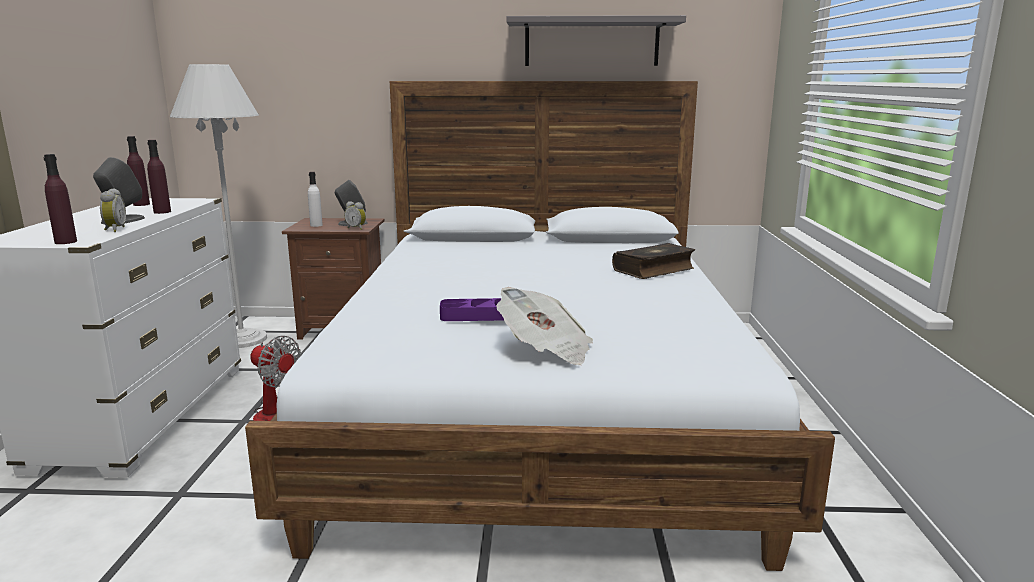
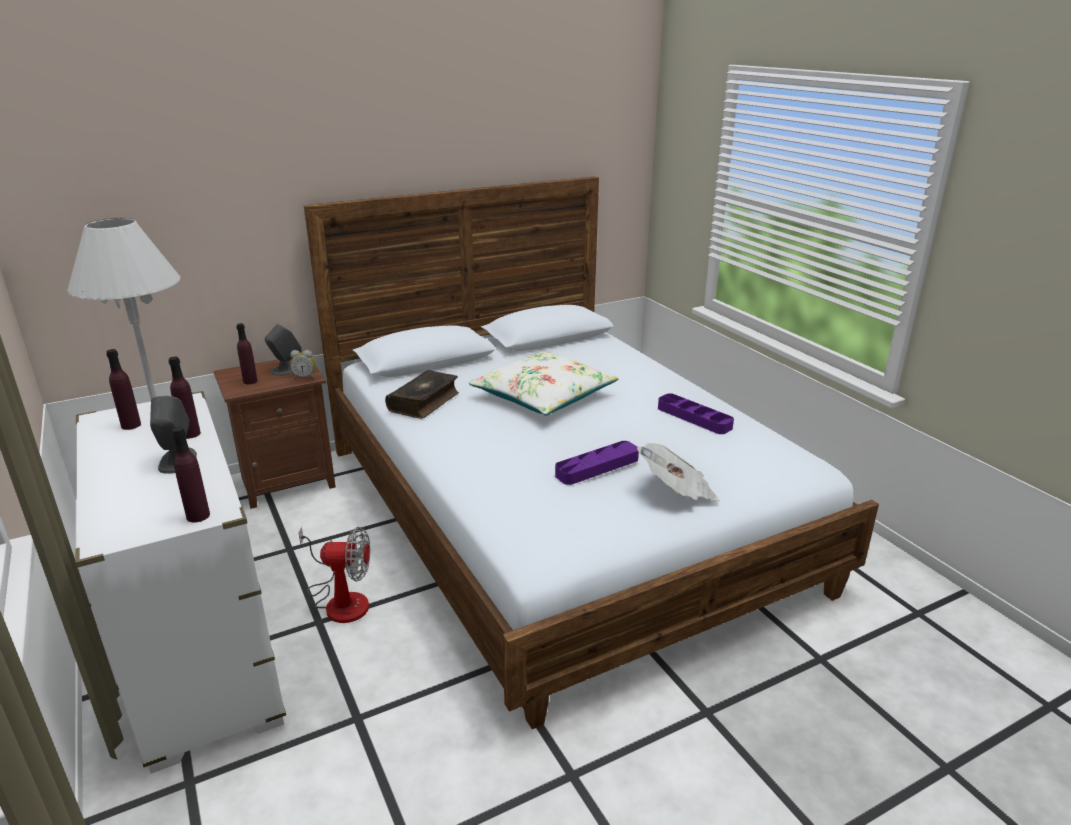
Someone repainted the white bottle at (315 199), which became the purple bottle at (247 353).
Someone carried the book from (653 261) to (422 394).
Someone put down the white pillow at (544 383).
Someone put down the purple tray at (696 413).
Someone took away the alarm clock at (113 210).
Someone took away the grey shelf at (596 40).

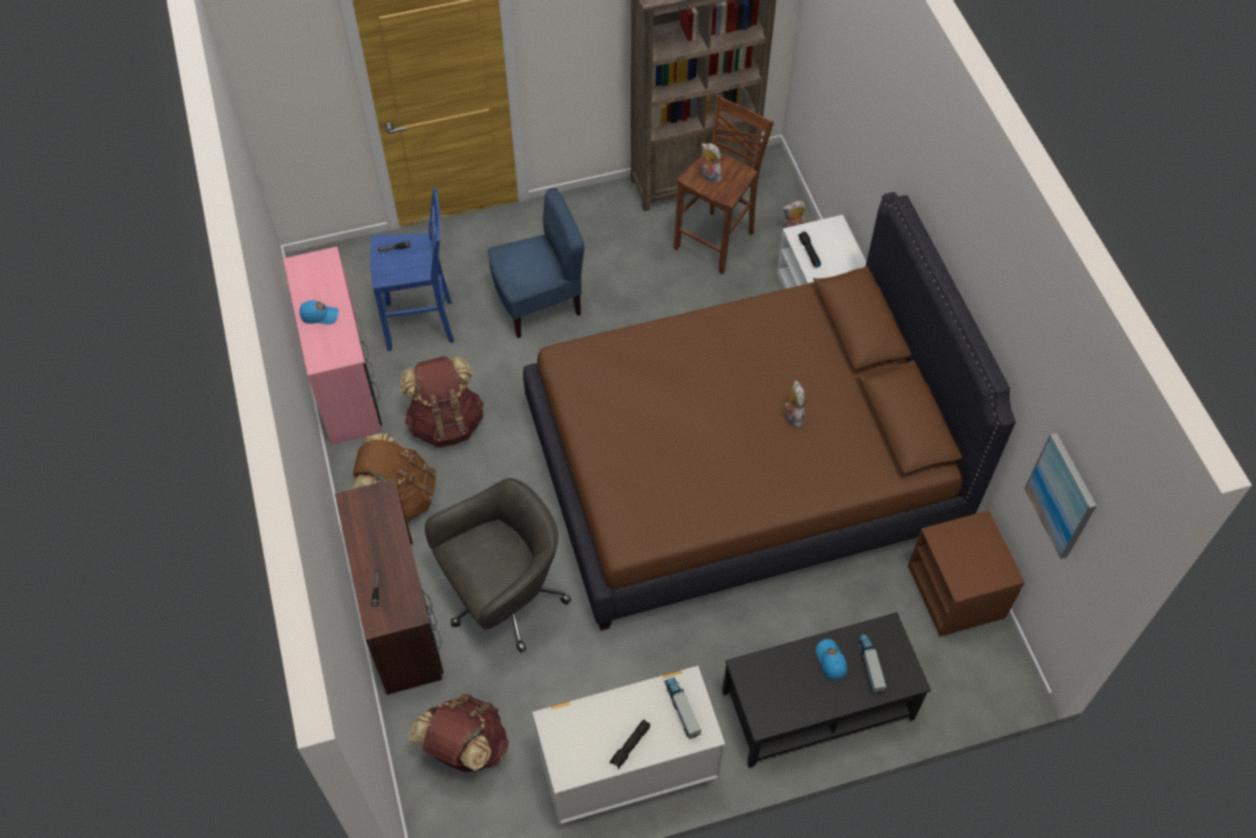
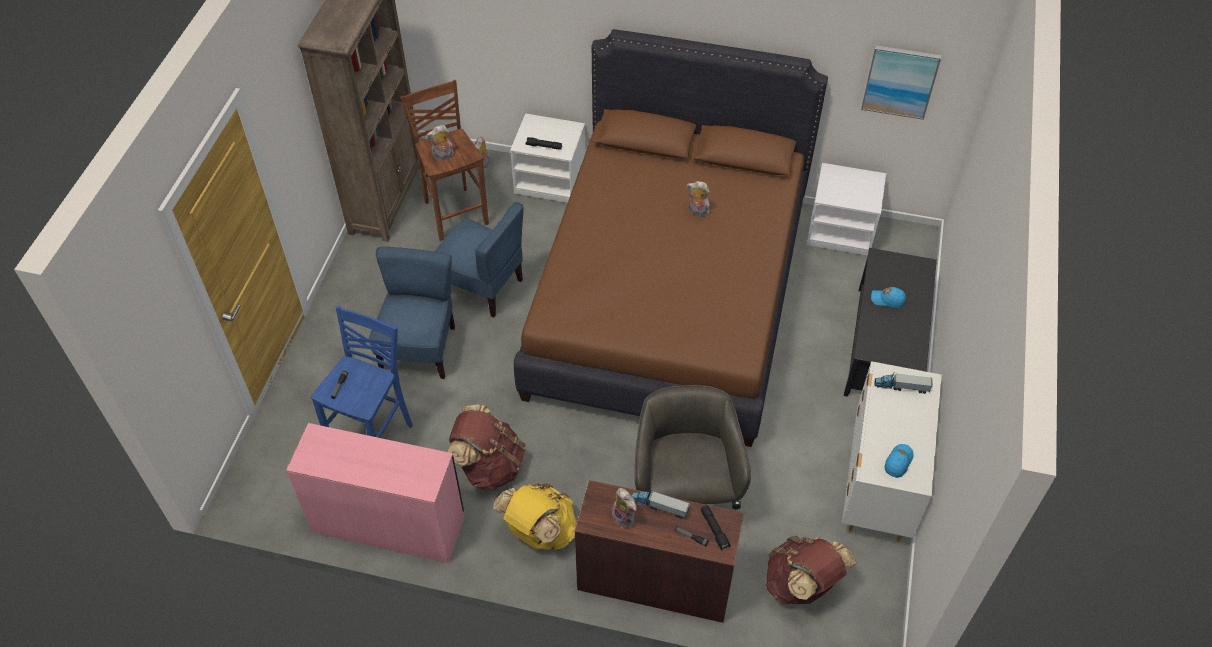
Someone put down the blue chair at (479 260).
Someone repainted the brown backpack at (394 478), which became the yellow backpack at (534 516).
Someone put down the plush toy at (624 508).
Someone carried the toy truck from (872 664) to (661 504).
Someone carried the black flashlight from (630 744) to (716 527).
Someone repainted the brown nightstand at (966 573), which became the white nightstand at (846 209).
Someone carried the blue cap from (319 312) to (899 461).

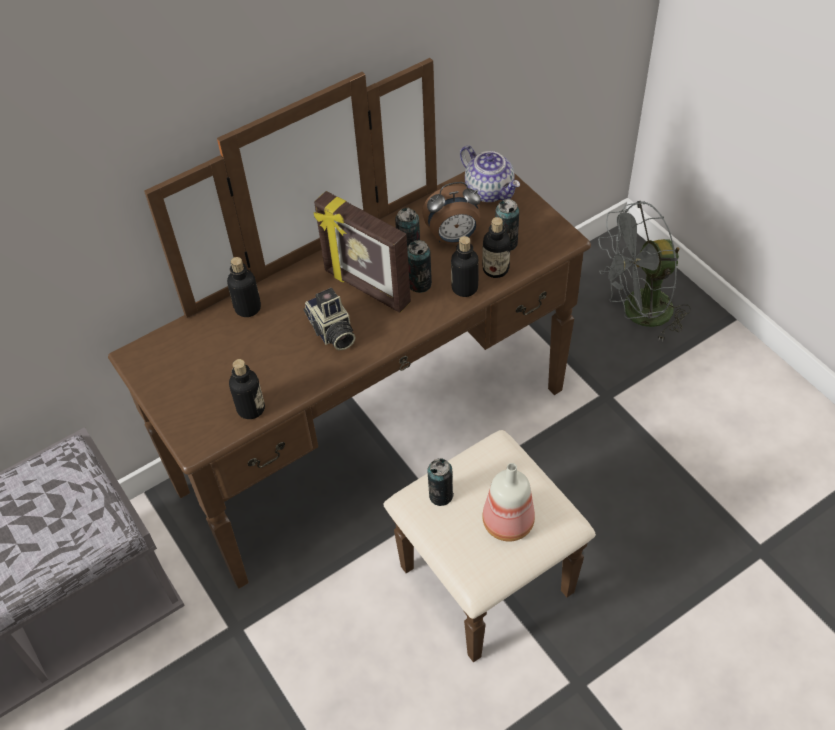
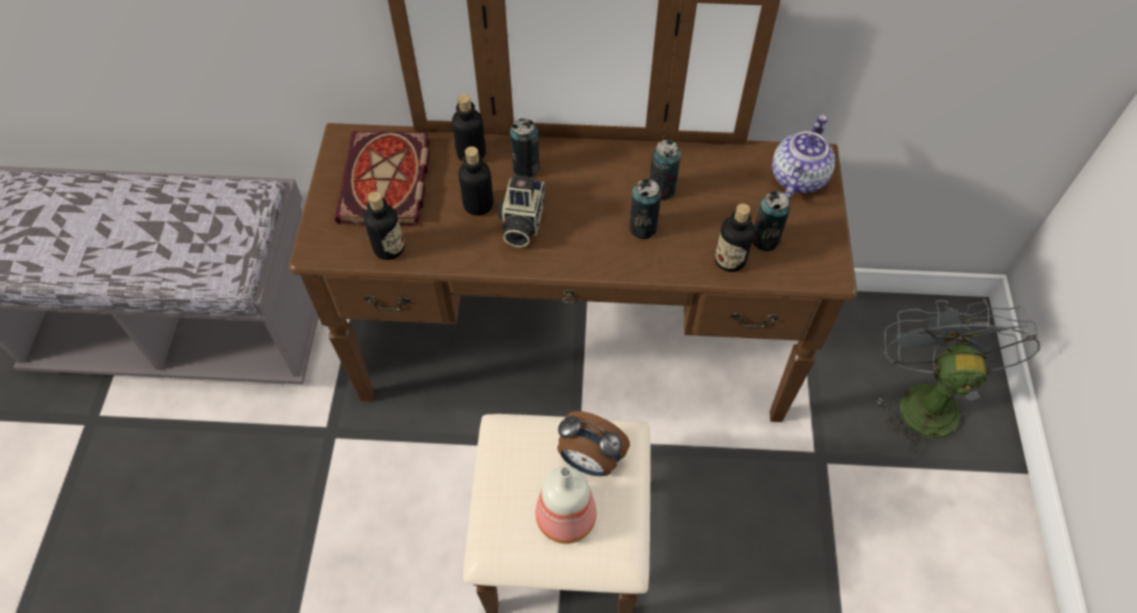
Someone put down the book at (382 178).
Someone carried the bottle from (465 266) to (476 181).
Someone carried the can from (440 482) to (525 147).
Someone carried the alarm clock from (451 213) to (593 443).
Someone rotated the teapot at (490 173) by 150 degrees counterclockwise.
Someone rotated the grey fan at (644 271) by 75 degrees clockwise.
Someone took away the picture frame at (362 252).

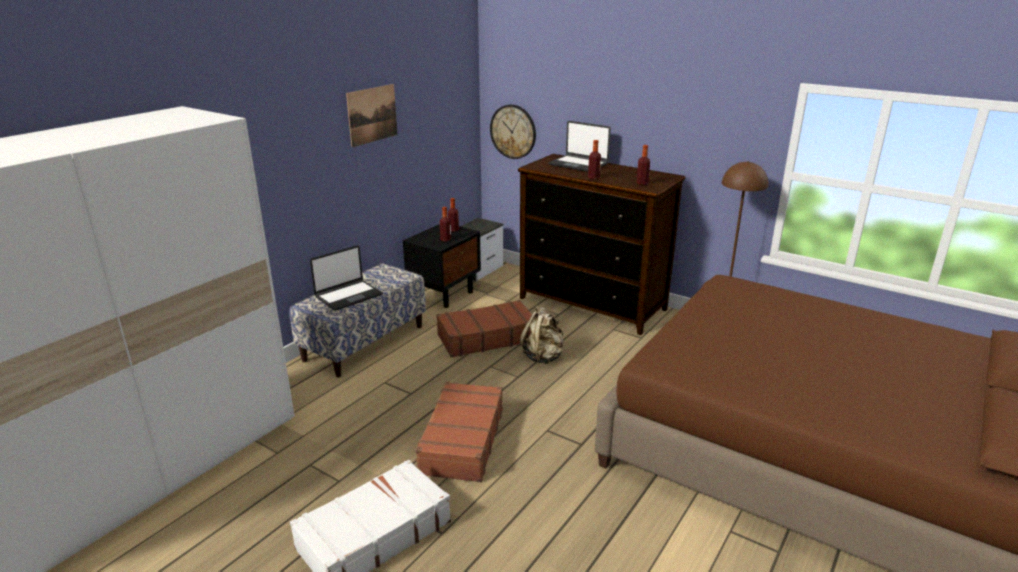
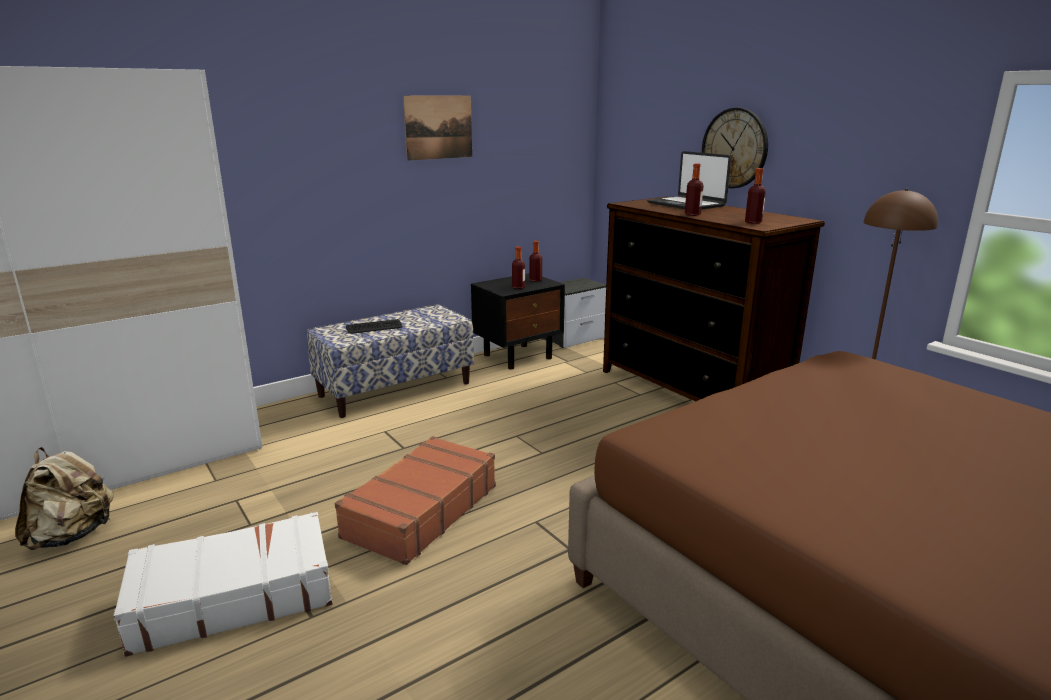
Someone carried the beige backpack from (541 335) to (64 498).
Someone swapped the laptop at (346 277) for the keyboard at (374 326).
Someone carried the wall clock from (513 132) to (735 148).
Someone took away the brown suitcase at (484 329).

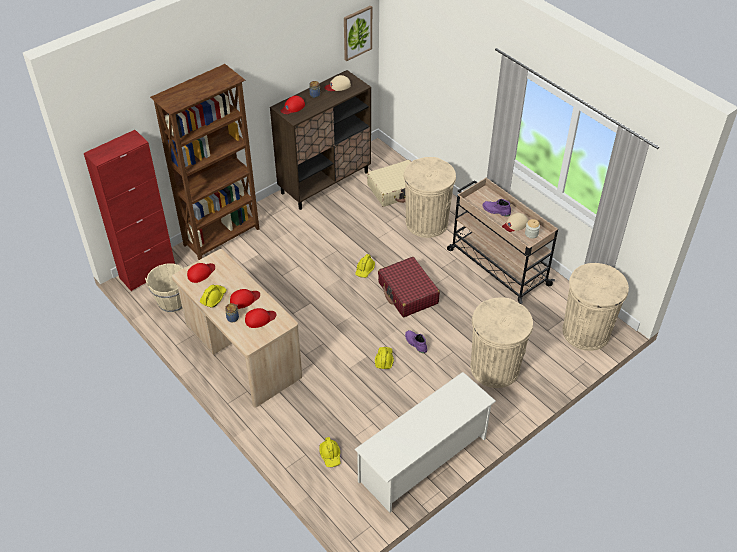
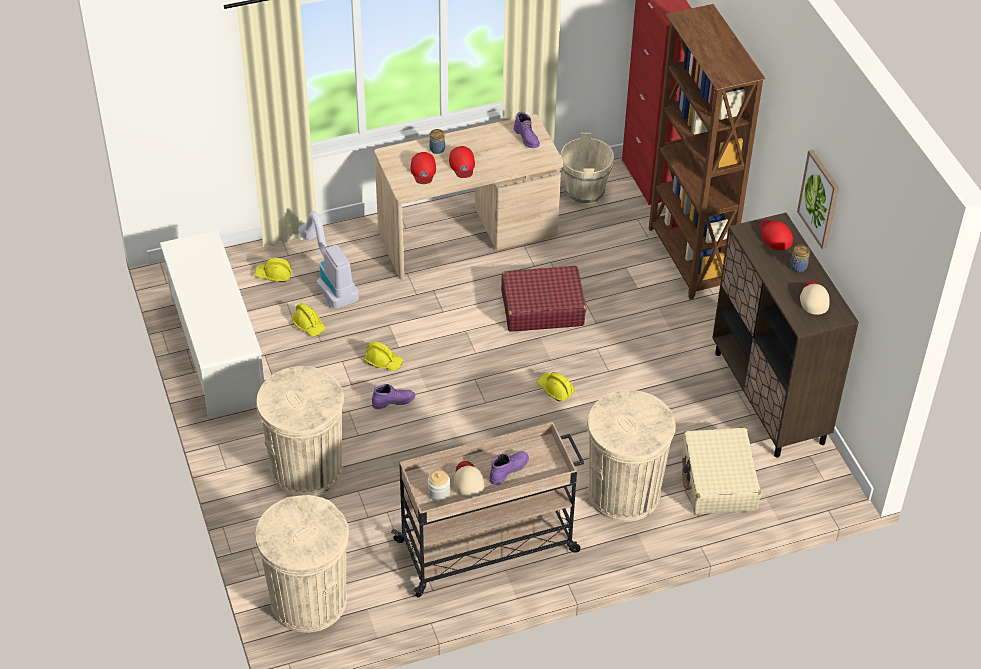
Someone carried the yellow hard hat from (213 296) to (308 319).
Someone put down the vacuum cleaner at (329 260).
Someone carried the red suitcase from (409 287) to (543 299).
Someone swapped the red cap at (201 273) for the purple boot at (527 130).
Someone carried the picture from (358 33) to (818 199).

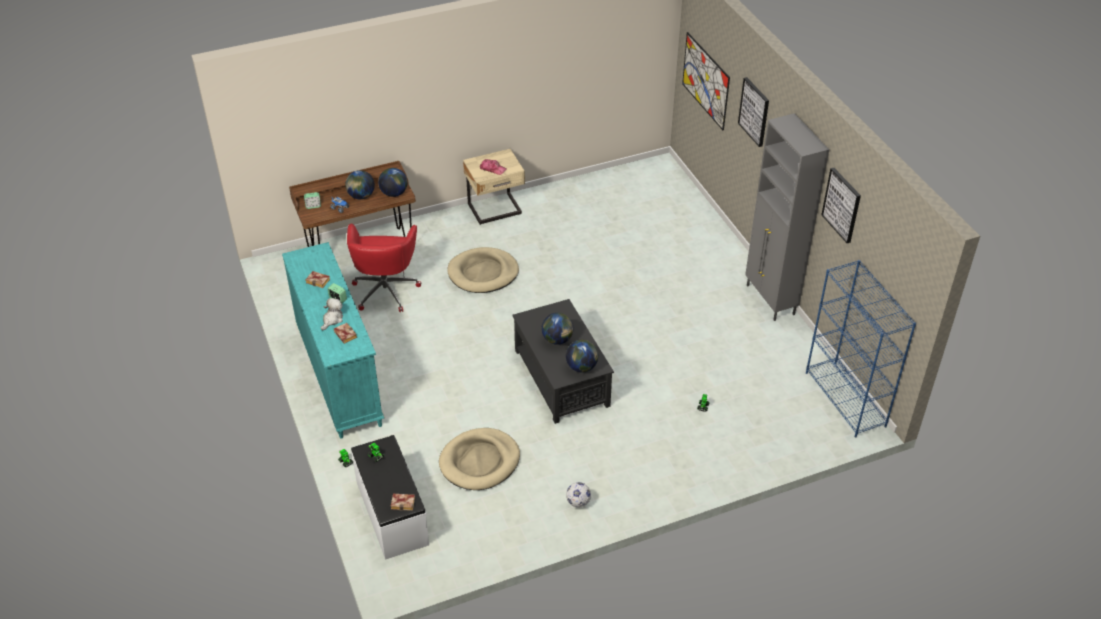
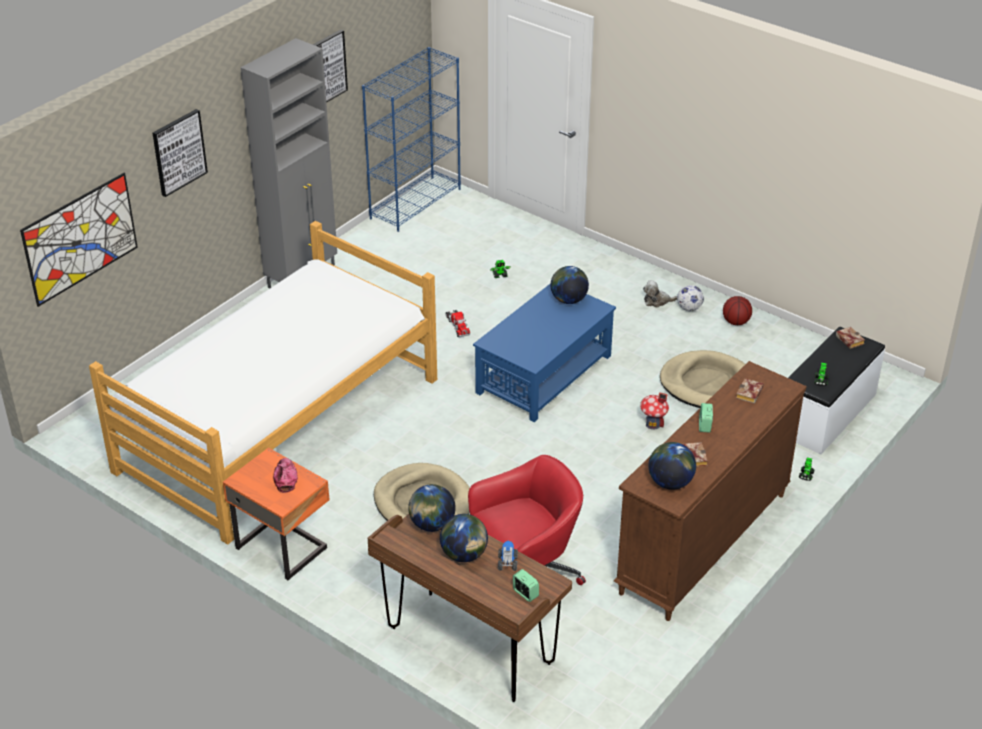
Someone put down the bed at (263 382).
Someone repainted the beige nightstand at (494 187), which became the orange nightstand at (276 513).
Someone put down the toy truck at (458 323).
Someone repainted the black coffee table at (563 361), which became the blue coffee table at (544 352).
Someone repainted the turquoise dresser at (333 340), which became the brown dresser at (710 491).
Someone put down the toy house at (654 411).
Someone carried the plush toy from (332 314) to (660 294).
Someone carried the globe from (557 329) to (672 466).
Someone put down the basketball at (737 310).

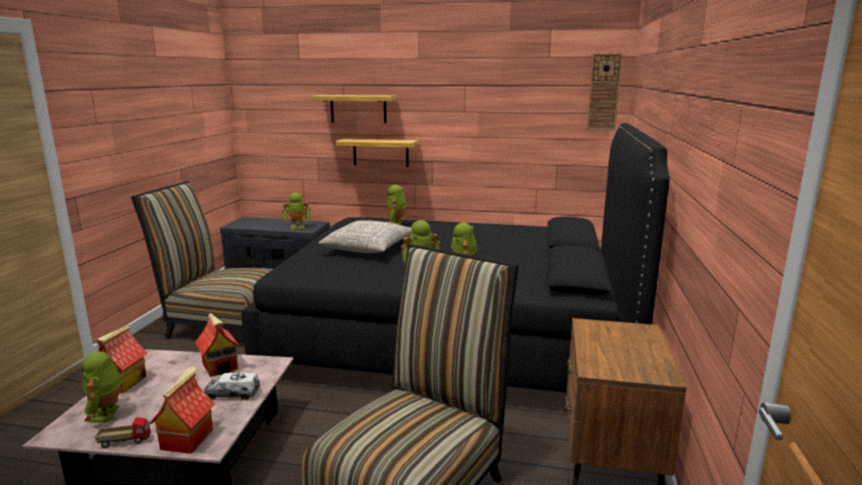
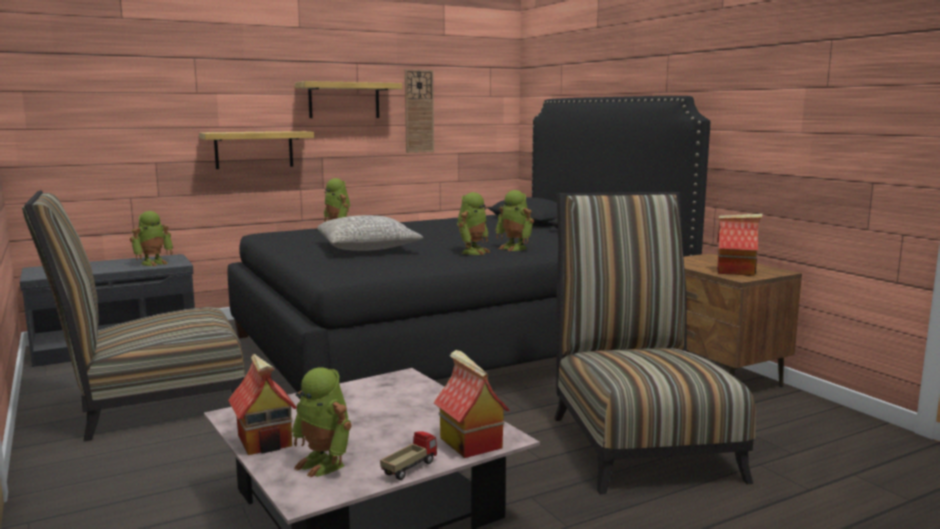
Someone carried the shelf from (353 109) to (348 99).
Someone carried the wall clock from (605 92) to (419 111).
Someone carried the toy house from (217 345) to (739 245).
Someone took away the toy truck at (232 386).

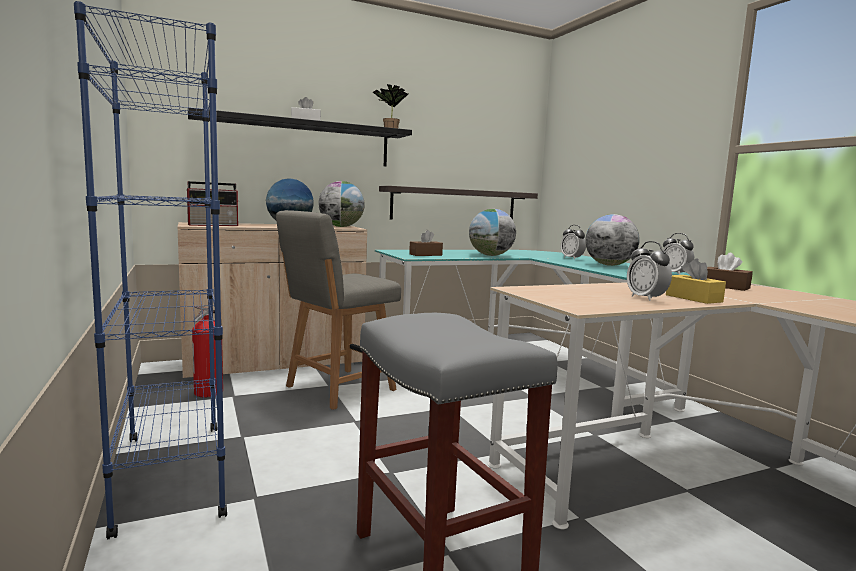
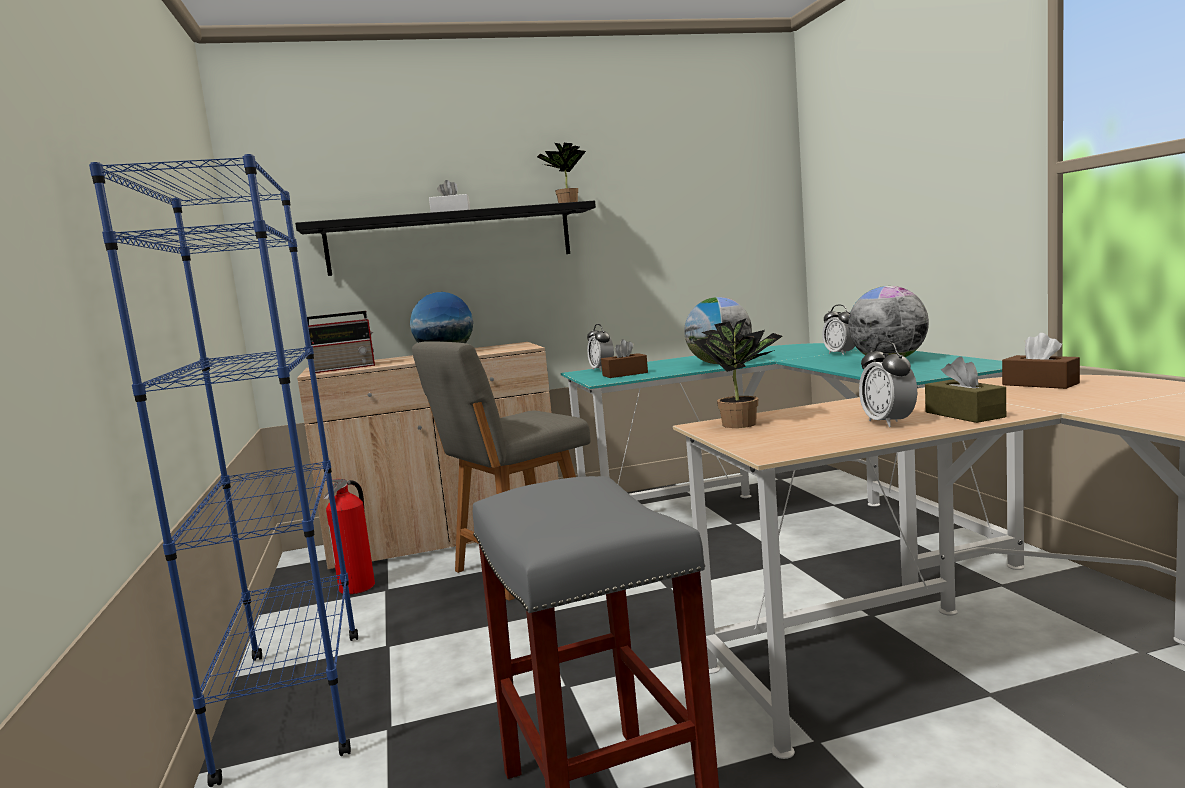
Someone carried the alarm clock from (678 254) to (600 347).
Someone put down the potted plant at (738 373).
Someone repainted the yellow tissue box at (696 281), which became the brown tissue box at (965 390).
Someone took away the globe at (342 204).
Someone took away the shelf at (458 203).

